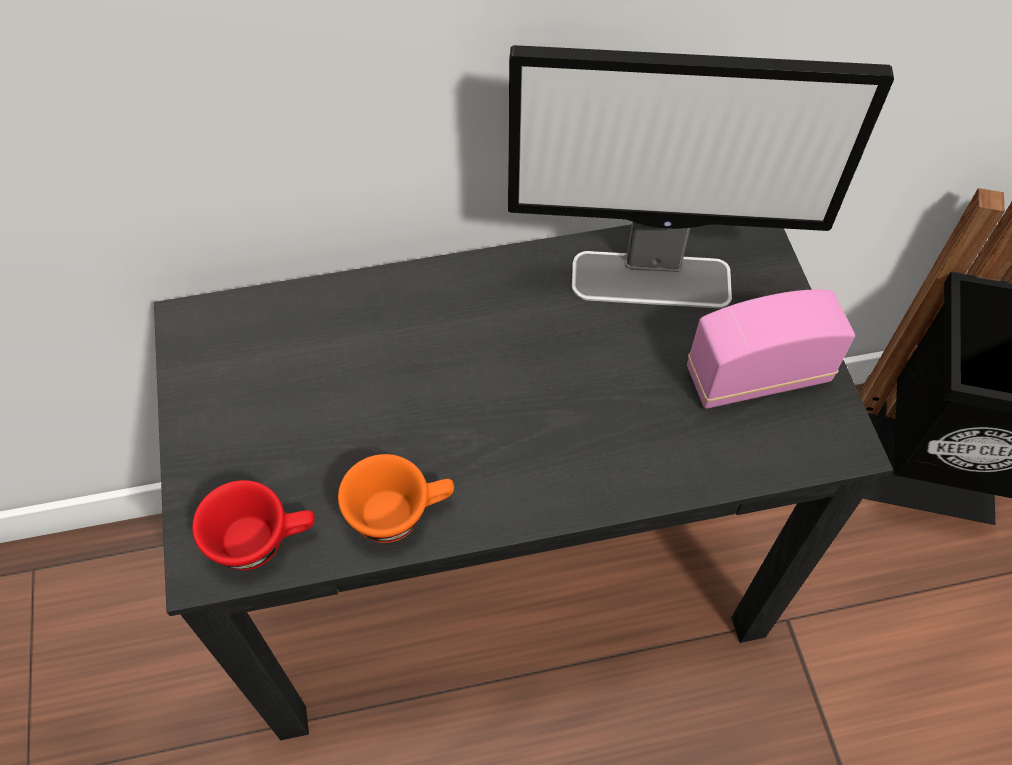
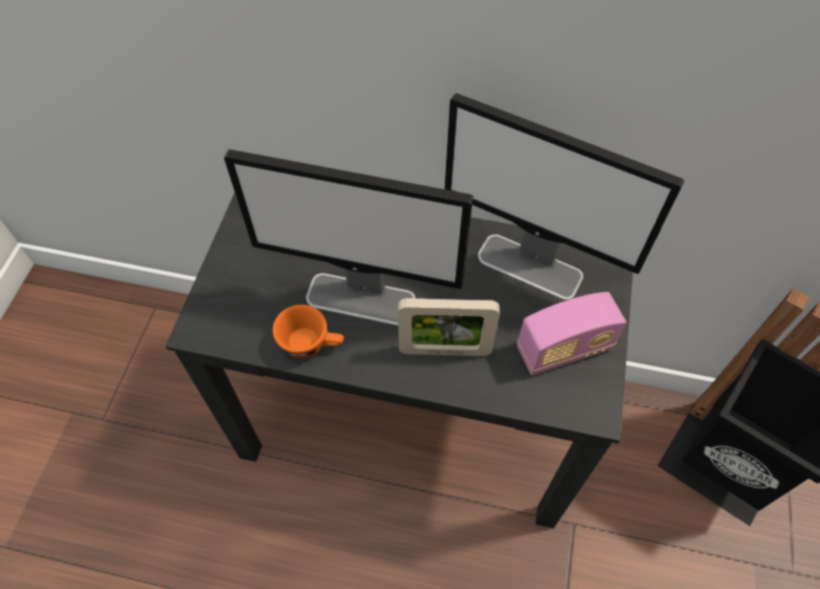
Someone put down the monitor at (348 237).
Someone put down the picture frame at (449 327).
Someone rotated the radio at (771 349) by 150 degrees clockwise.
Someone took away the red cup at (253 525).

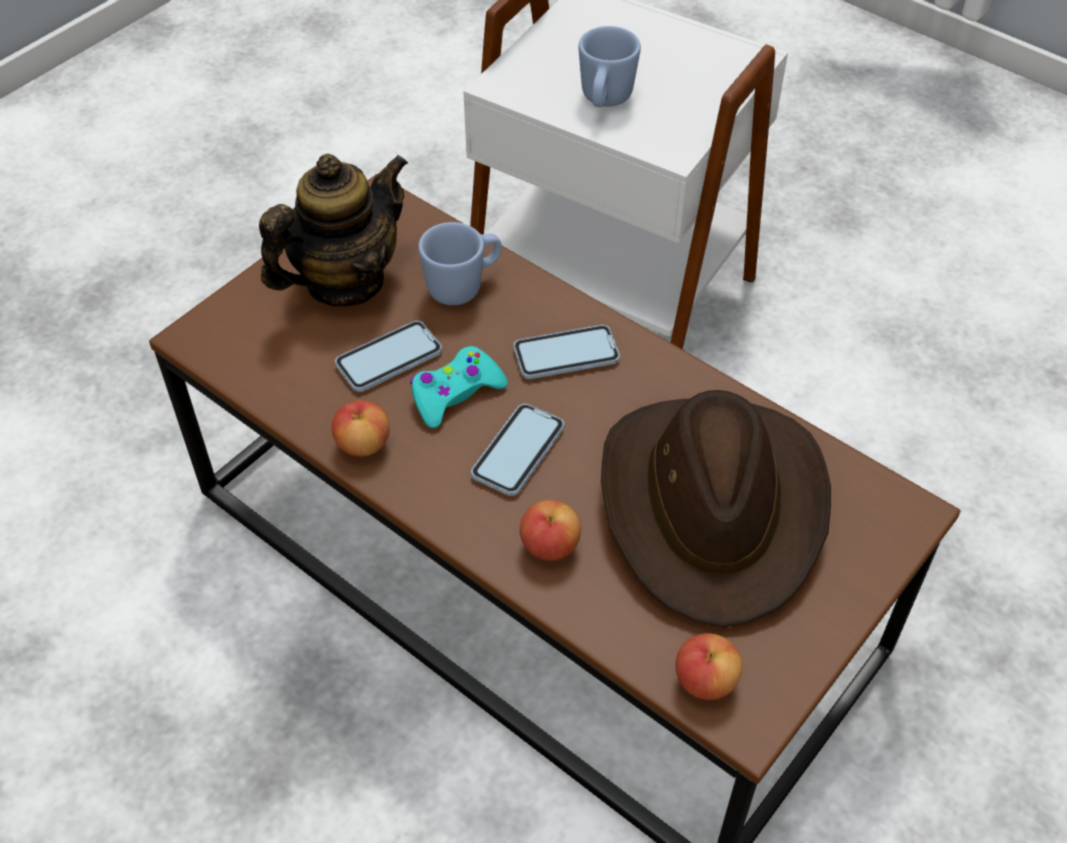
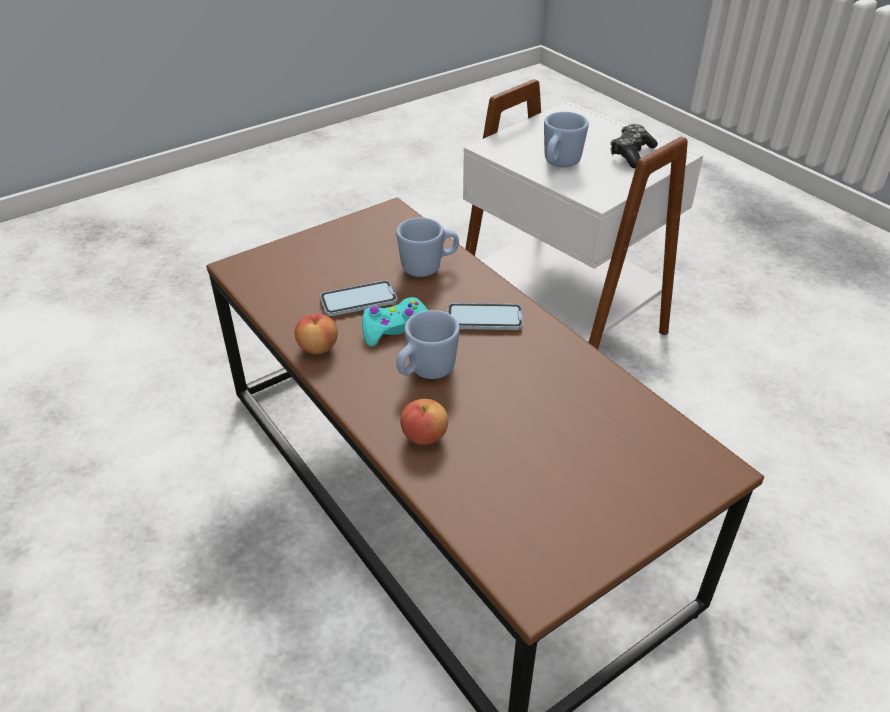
Someone swapped the phone at (517 450) for the blue mug at (428 344).
Someone put down the game controller at (634 146).
Someone took away the teapot at (333 230).
Someone took away the brown hat at (716 509).
Someone took away the apple at (709 666).

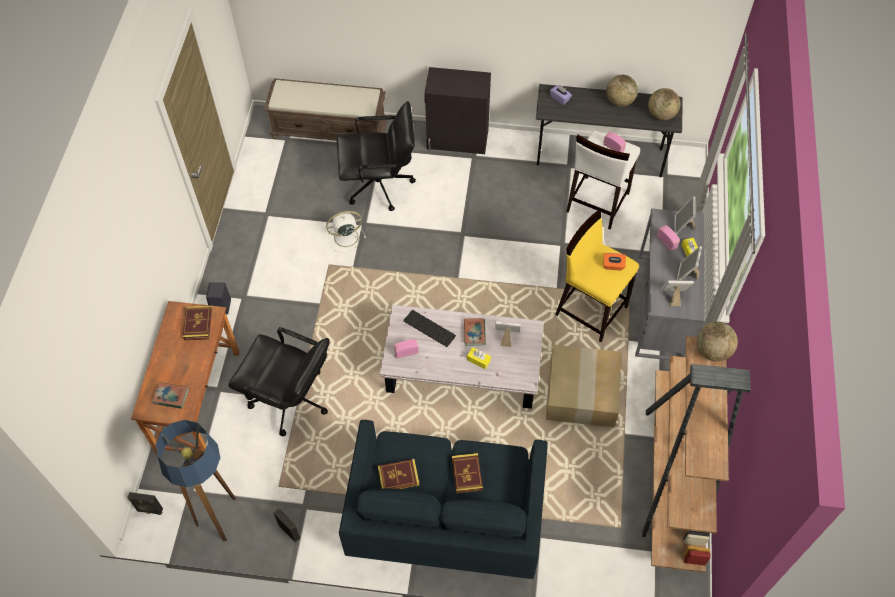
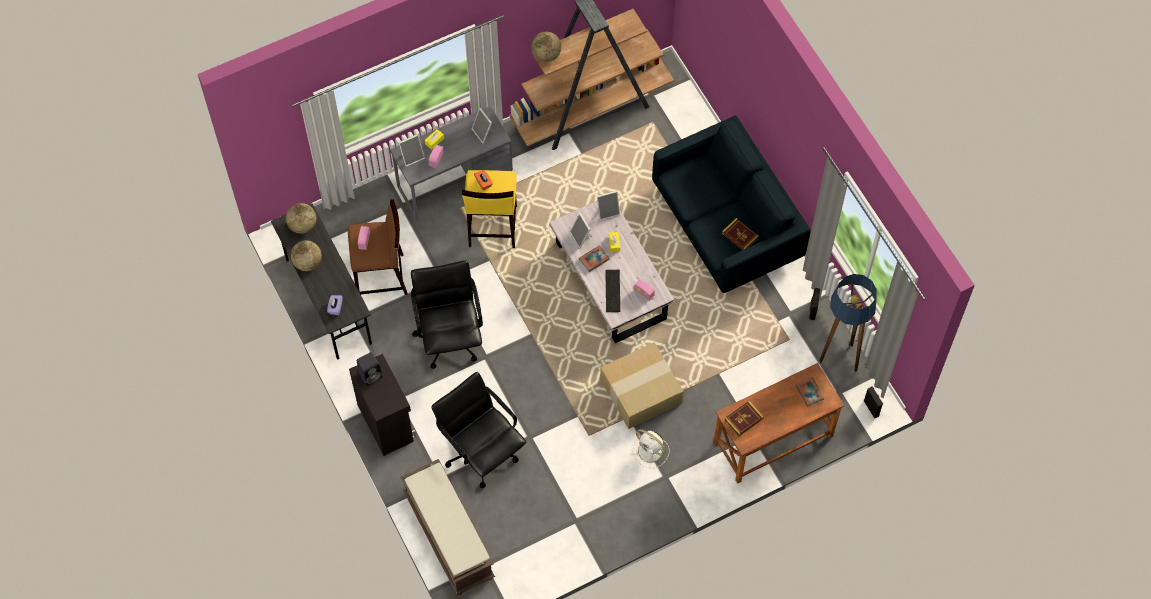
Someone repainted the white stool at (603 179), which became the brown stool at (378 247).
Someone carried the black speaker from (218 298) to (369 369).
Someone carried the black office chair from (279 381) to (447 315).
Someone carried the picture frame from (689 263) to (608 205).
Someone carried the cardboard box from (583 385) to (641 385).
Someone carried the white fan from (346 232) to (650 448).
Someone took away the book at (467 473).

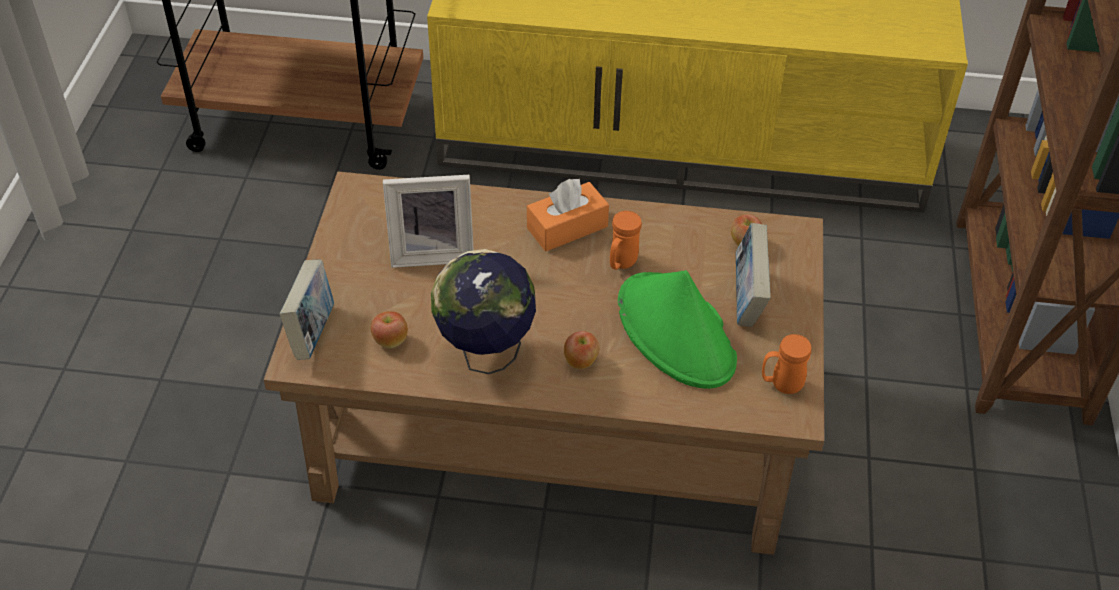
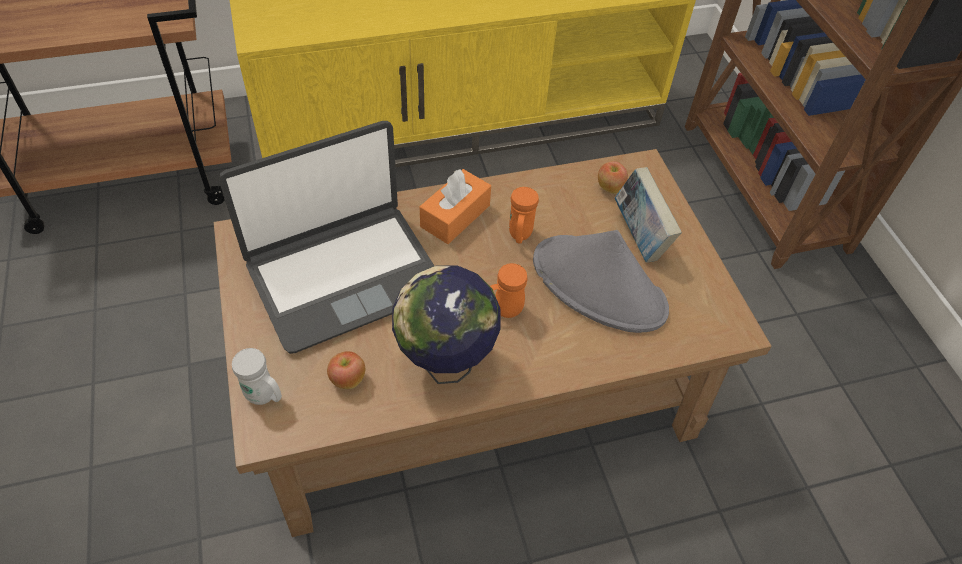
Someone swapped the picture frame at (428 221) for the laptop at (326 237).
Someone swapped the book at (306 309) for the white mug at (257 376).
Someone carried the orange mug from (786 364) to (508 290).
Someone repainted the green hat at (677 329), which became the grey hat at (601 281).
Someone took away the apple at (581 350).

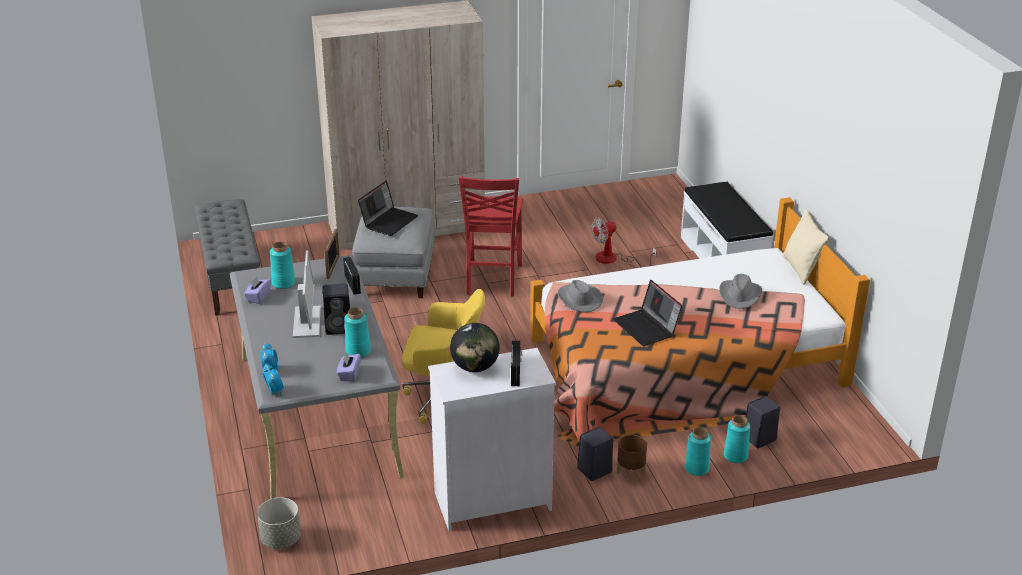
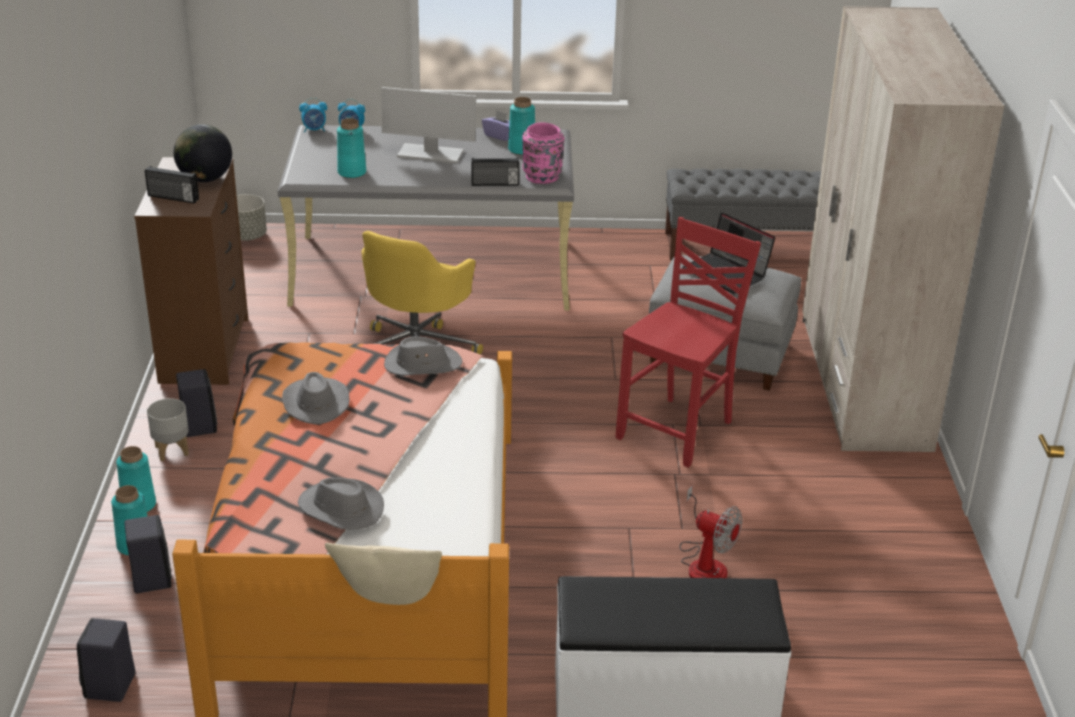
Someone carried the black speaker from (336 309) to (106 660).
Someone repainted the white dresser at (492 439), which became the brown dresser at (191 271).
Someone repainted the brown planter at (632 459), which became the grey planter at (168 430).
Someone swapped the laptop at (648 313) for the grey hat at (316 398).
Someone swapped the picture frame at (332 254) for the pink vase at (543 153).
Someone rotated the red chair at (491 236) by 105 degrees clockwise.
Someone rotated the fan at (624 243) by 135 degrees clockwise.
Someone took away the purple tissue box at (349 367).

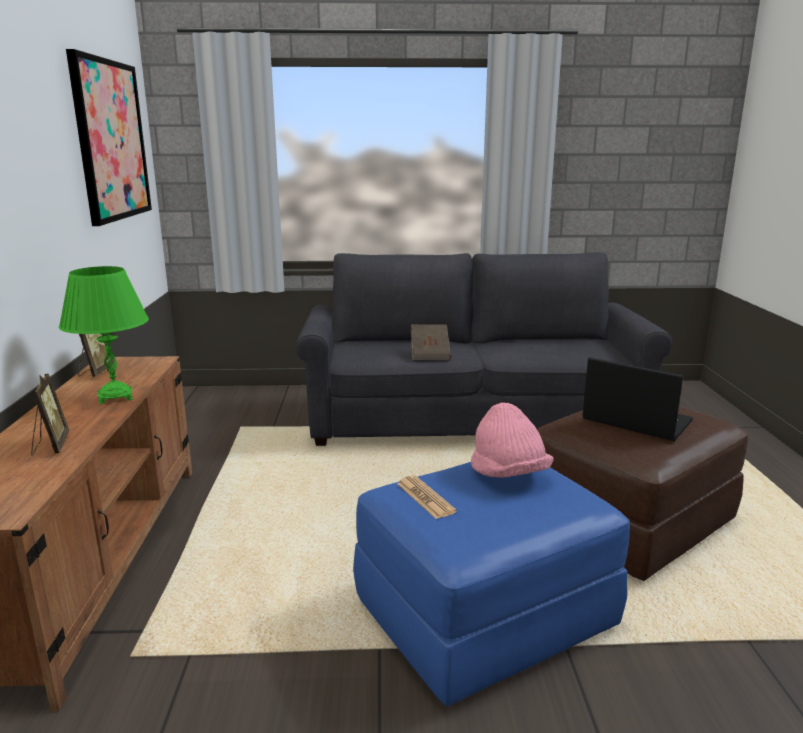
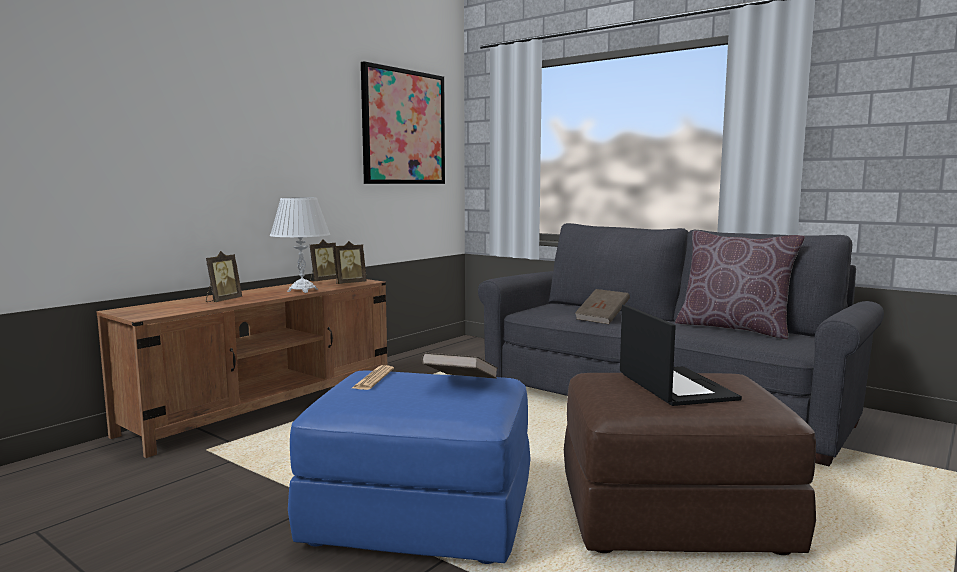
Someone repainted the green table lamp at (104 335), which became the white table lamp at (300 245).
Someone put down the picture frame at (350 262).
Someone swapped the pink hat at (512 440) for the brown book at (460 366).
Someone put down the brown pillow at (740 285).

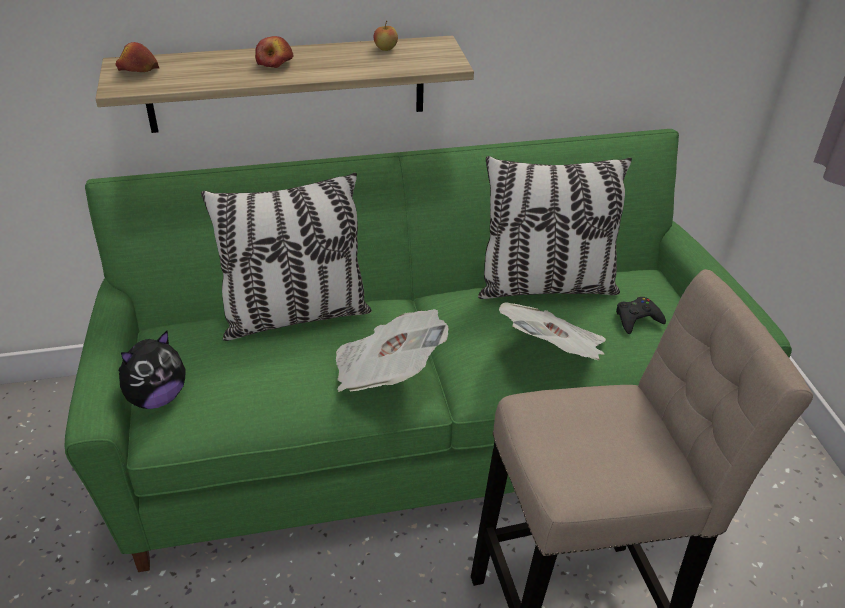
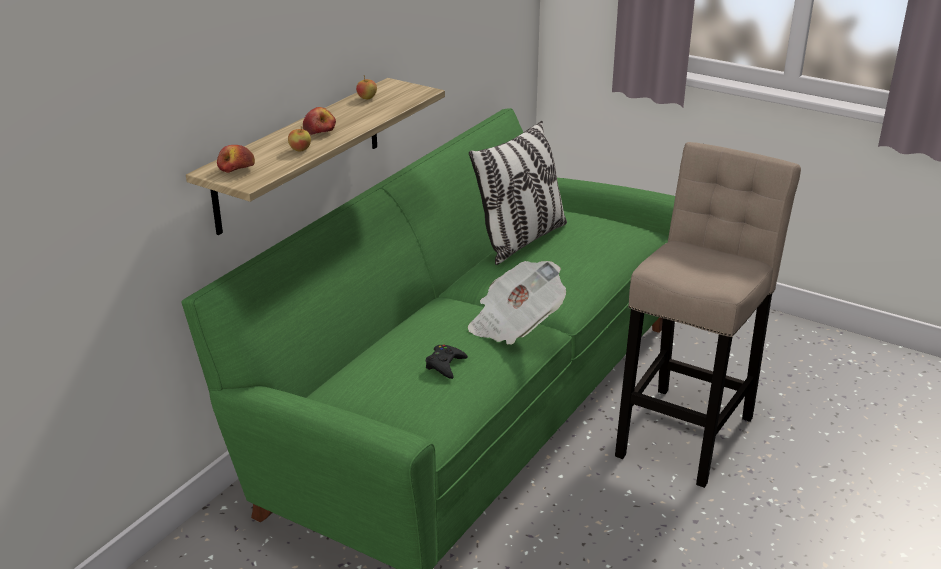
Someone put down the apple at (299 139).
Someone carried the black game controller from (641 315) to (447 362).
Someone took away the plush toy at (152 370).
Someone took away the pillow at (286 256).
Someone took away the newspaper at (552 331).

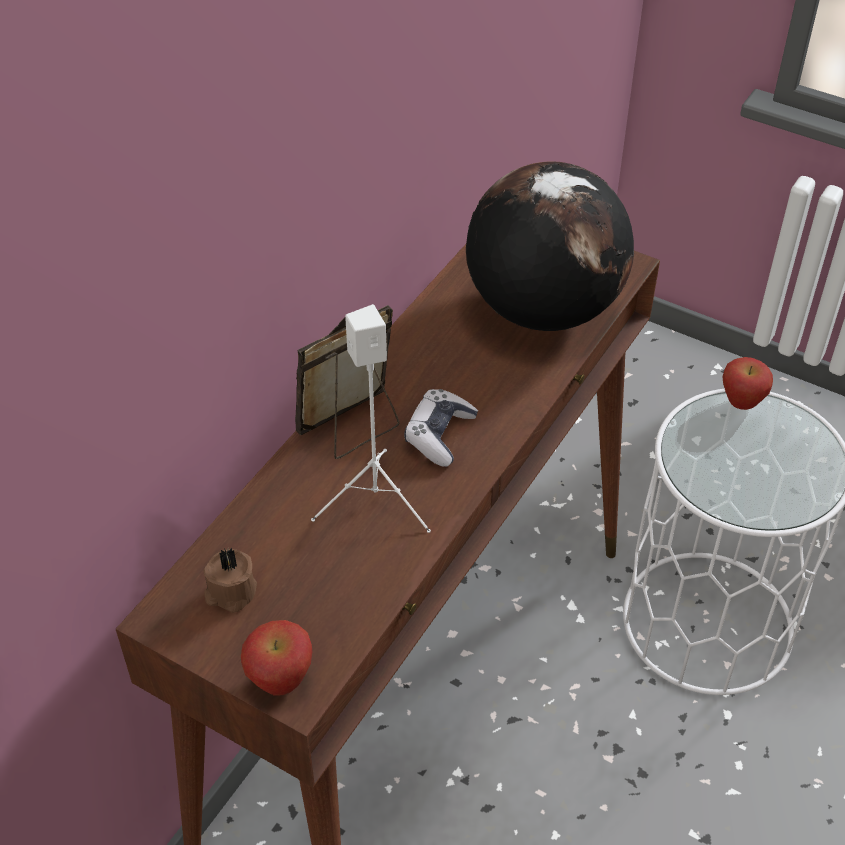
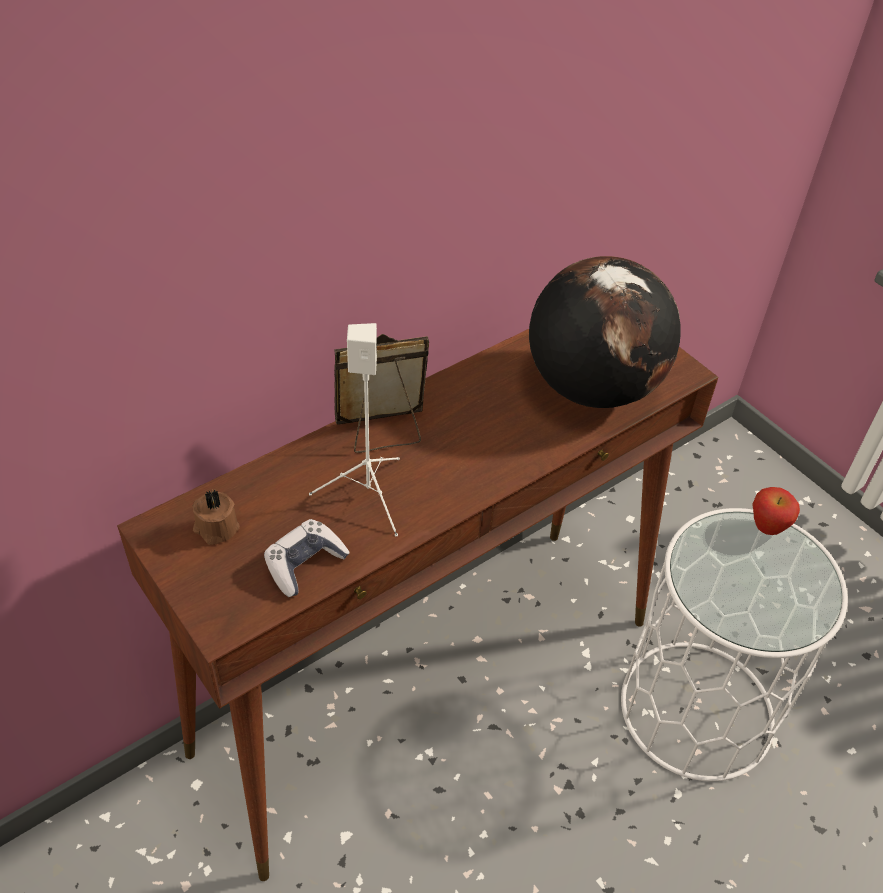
Someone carried the game controller from (441 428) to (307 558).
Someone took away the apple at (276 658).

